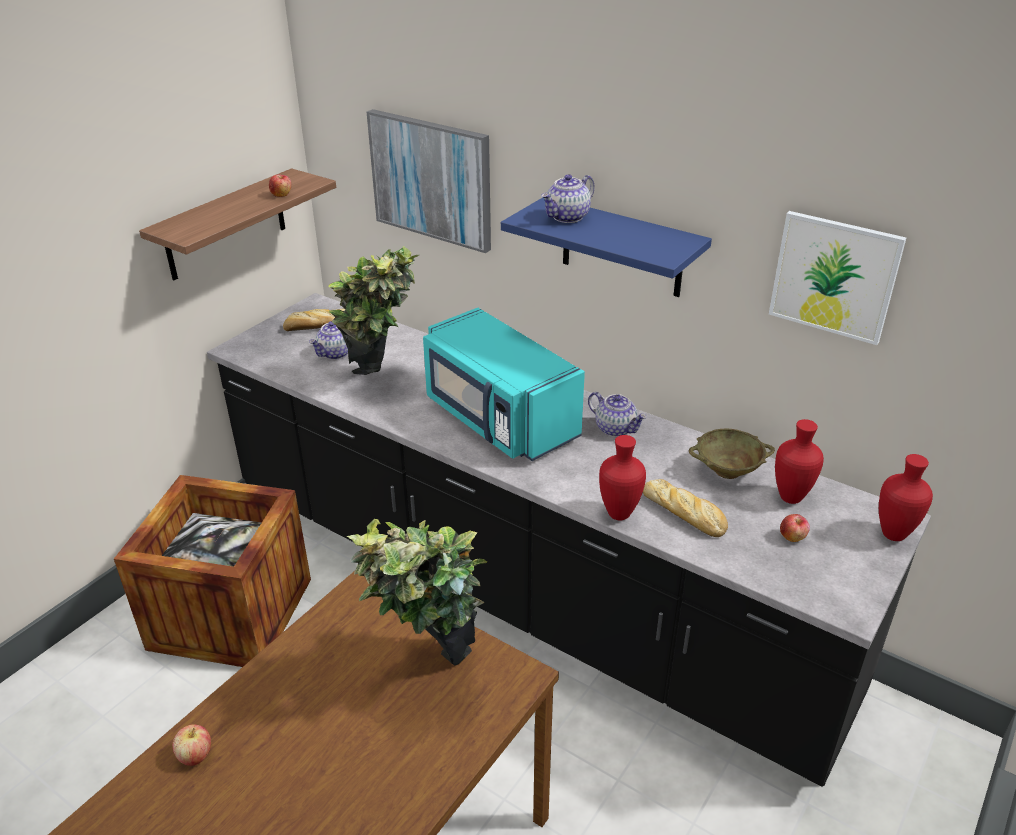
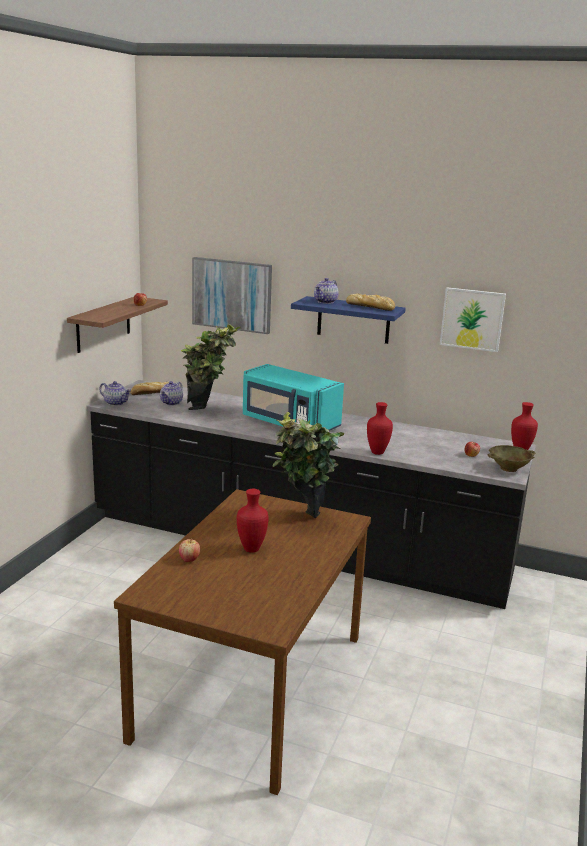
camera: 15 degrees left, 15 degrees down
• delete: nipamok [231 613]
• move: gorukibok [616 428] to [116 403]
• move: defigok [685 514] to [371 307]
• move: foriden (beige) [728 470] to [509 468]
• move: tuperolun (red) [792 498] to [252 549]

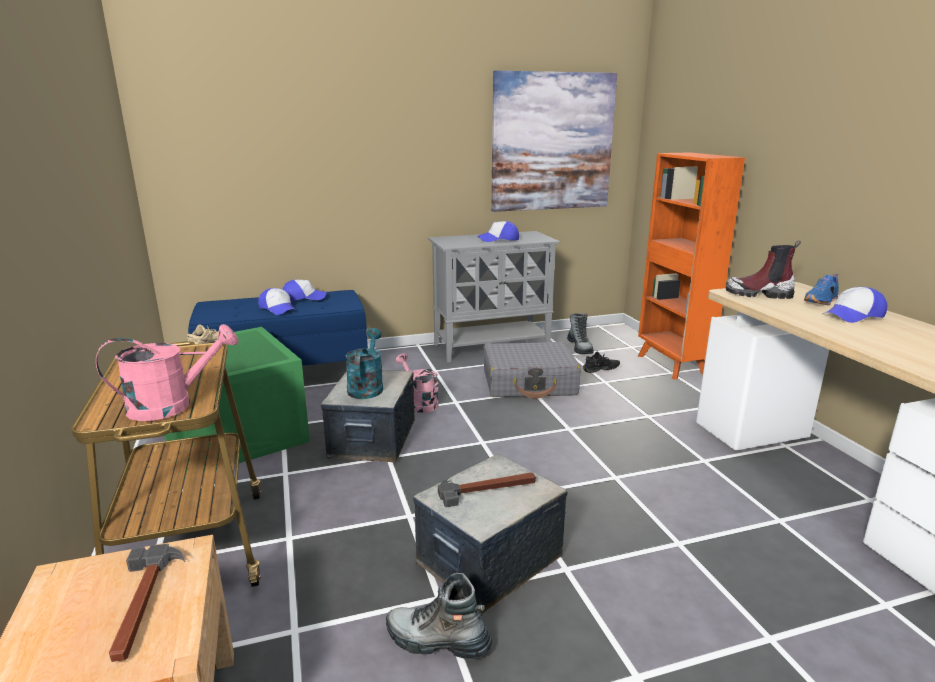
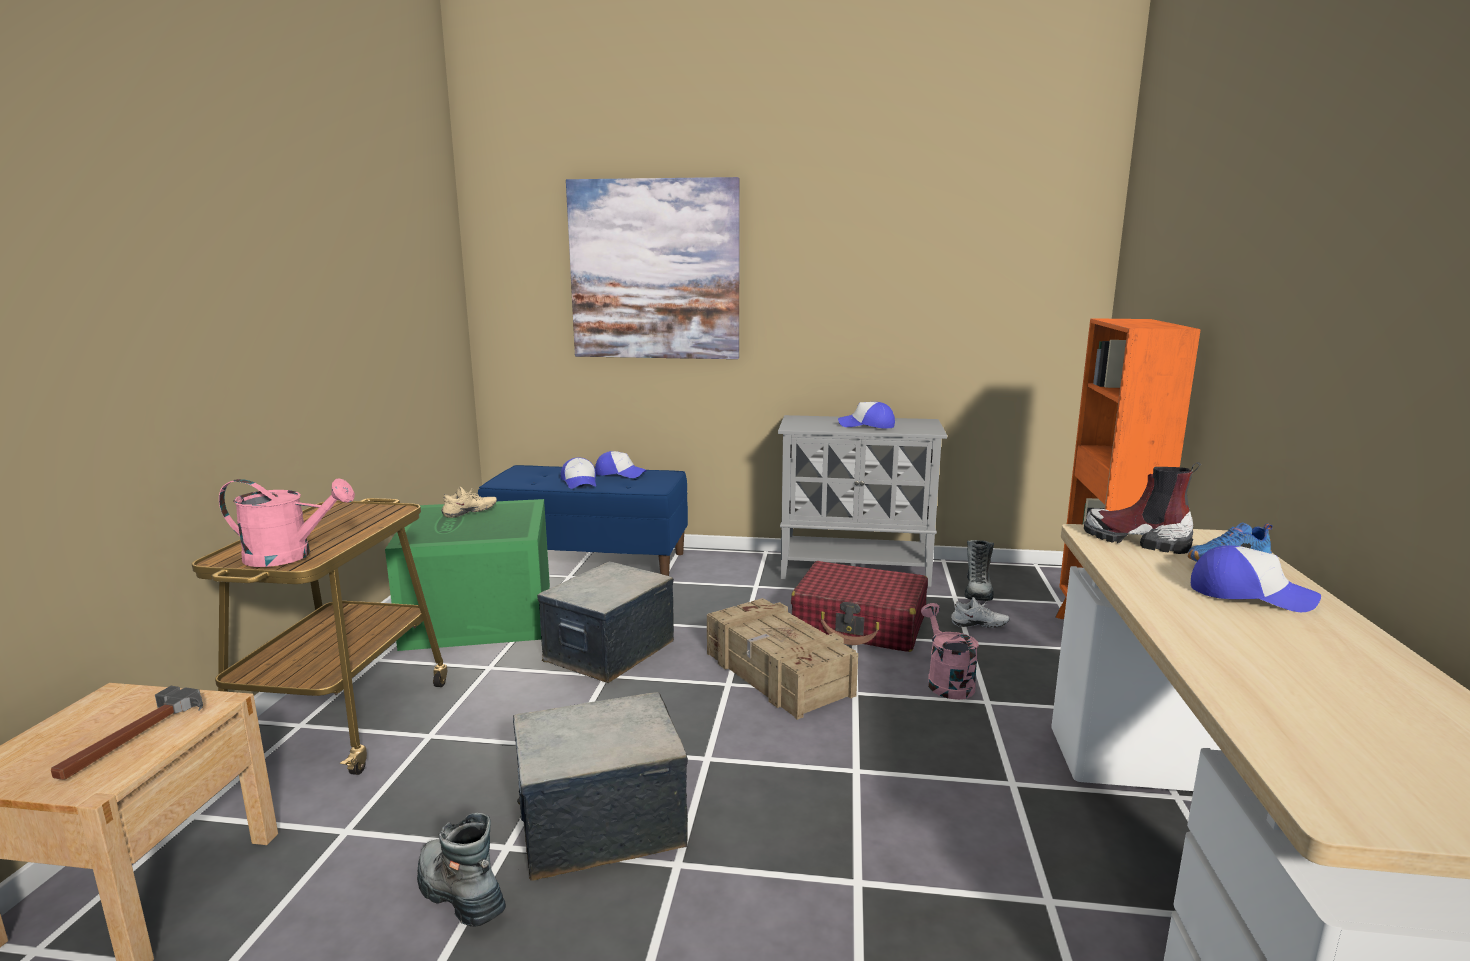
camera: 25 degrees right, 5 degrees down
• delete: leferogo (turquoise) [366 387]
• delete: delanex [487 489]
• insert: nipamok [777 674]
• move: leferogo (pink) [419 403] to [946 681]
• move: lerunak [552 142] to [654 270]
• recolor: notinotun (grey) [529 383] to notinotun (red) [860 624]
• recolor: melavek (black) [601 370] to melavek (white) [979 626]
• rotate: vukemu [853 315] = [1249 594] 150 degrees counterclockwise

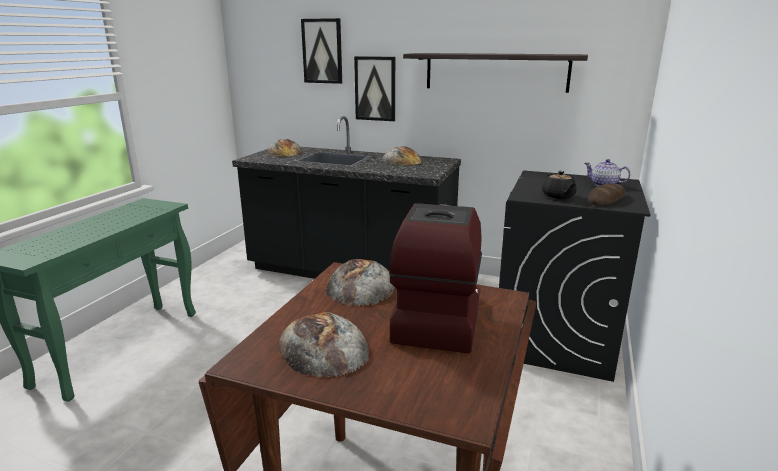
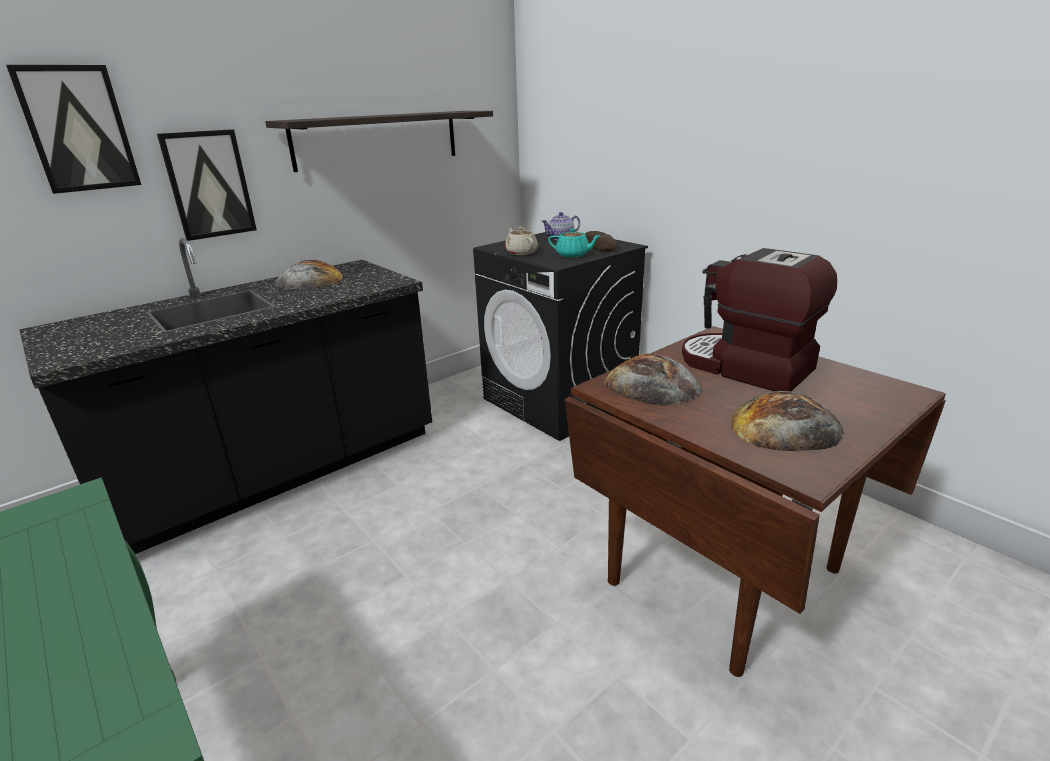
camera: 60 degrees left, 5 degrees up
• delete: defigok [284 152]
• insert: gorukibok (beige) [521 252]
• recolor: gorukibok (black) [558 196] to gorukibok (turquoise) [573 255]

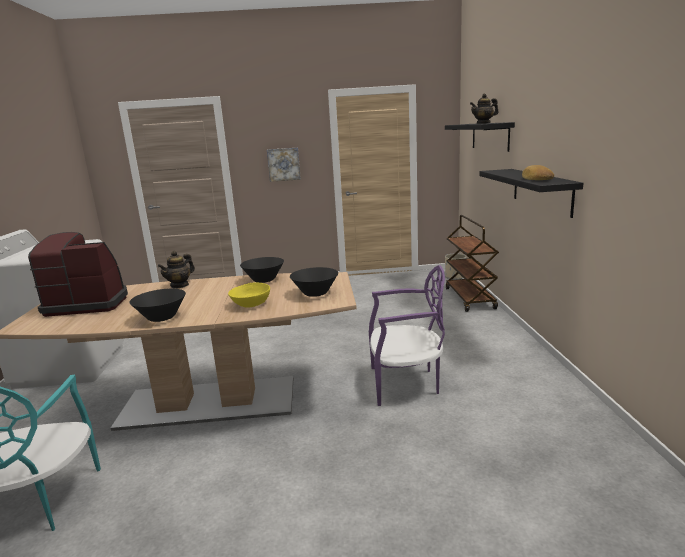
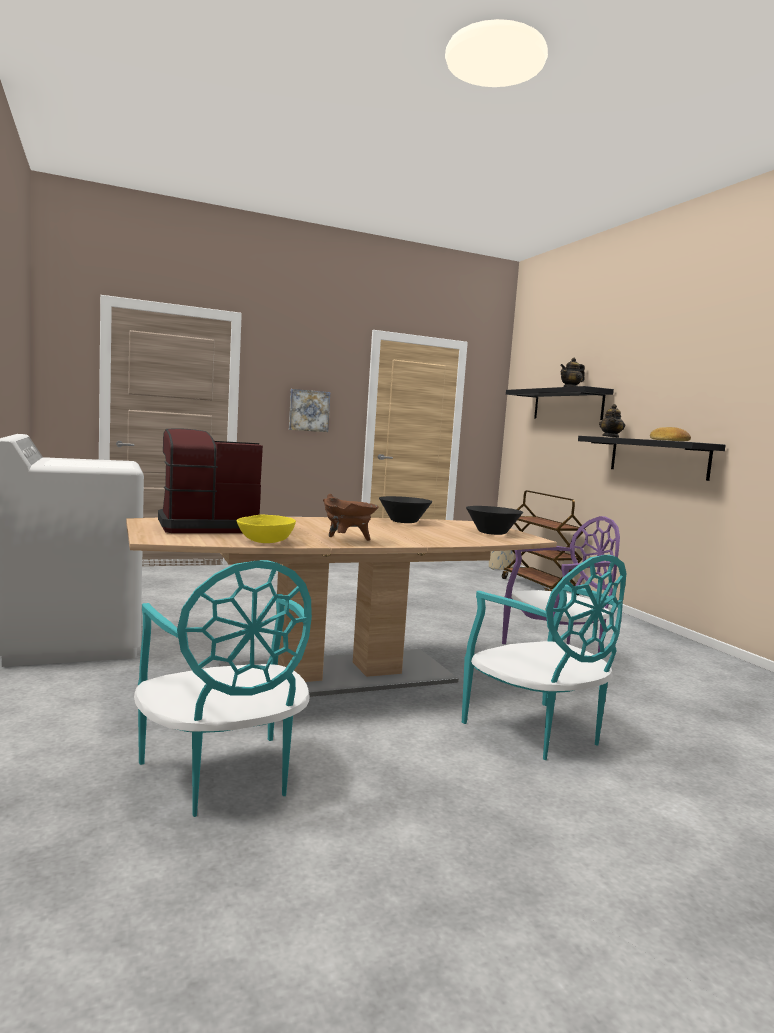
camera: 20 degrees left, 10 degrees down
• insert: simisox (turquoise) [537 732]
• move: gorukibok [180 285] to [611 437]
• move: foriden (yellow) [251 304] to [265 541]
• replace: foriden (black) [161 317] to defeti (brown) [347 540]

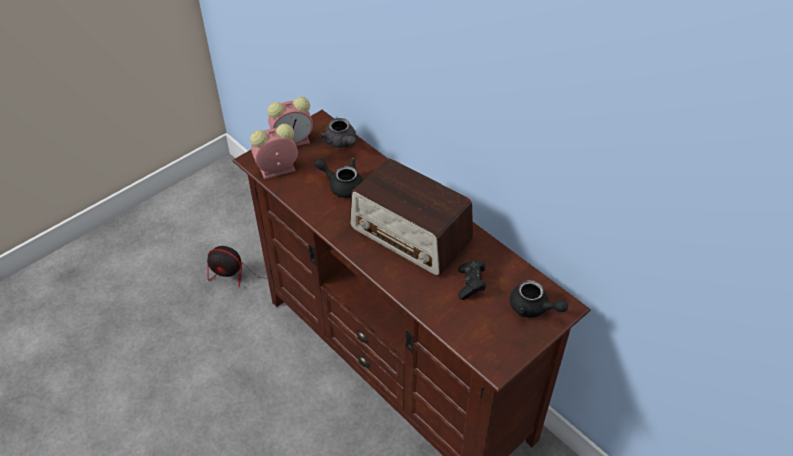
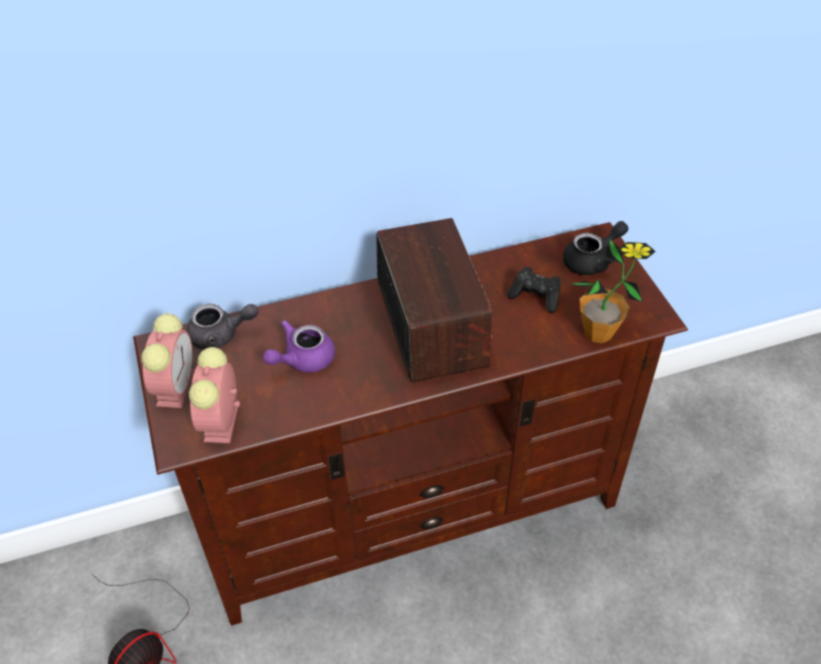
camera: 65 degrees left, 0 degrees up
• insert: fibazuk [598 332]
• recolor: gorukibok (black) [342 185] to gorukibok (purple) [302 359]
• rotate: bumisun [411 234] = [431 321] 75 degrees counterclockwise

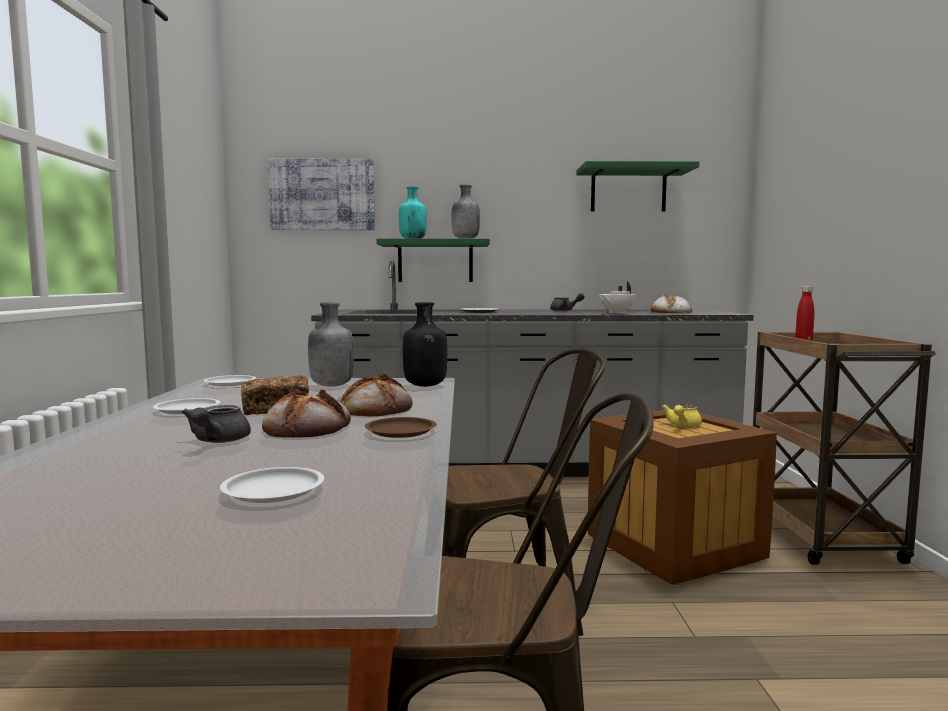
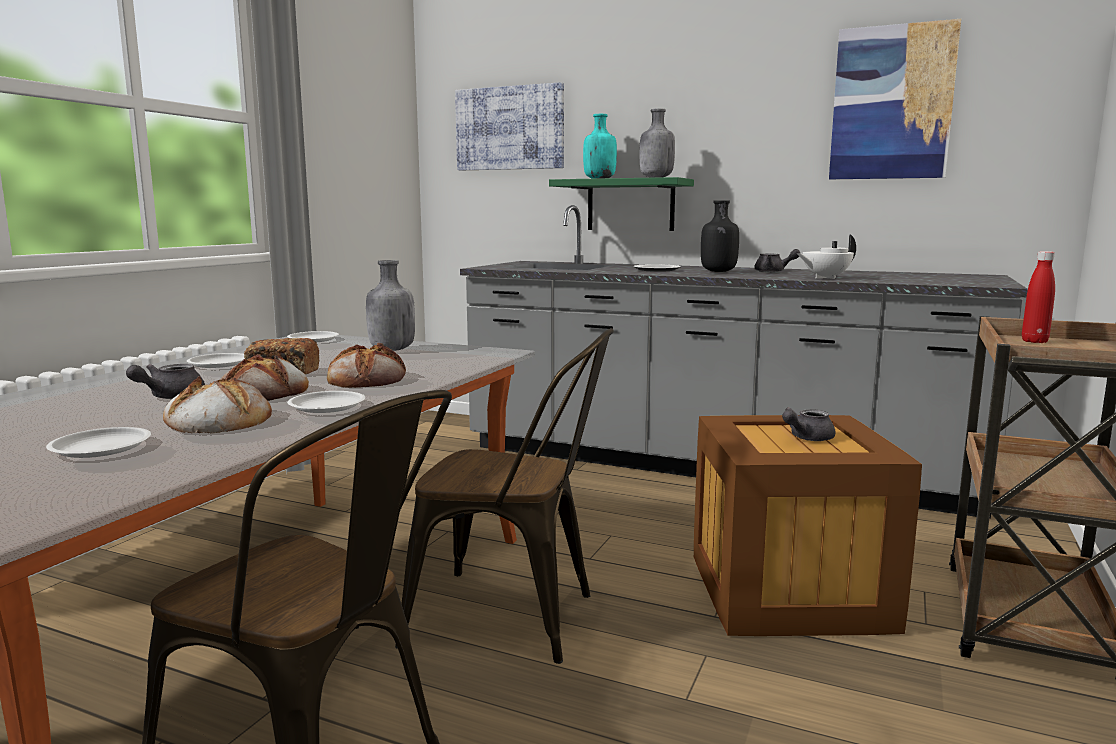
camera: 25 degrees right, 5 degrees up
• move: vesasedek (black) [425 386] to [718 272]
• move: defigok [670 312] to [217 420]
• replace: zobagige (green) [628 190] to lerunak [892 103]
• recolor: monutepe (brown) [400 432] to monutepe (white) [326 406]
• recolor: gorukibok (yellow) [682 426] to gorukibok (grey) [806 438]

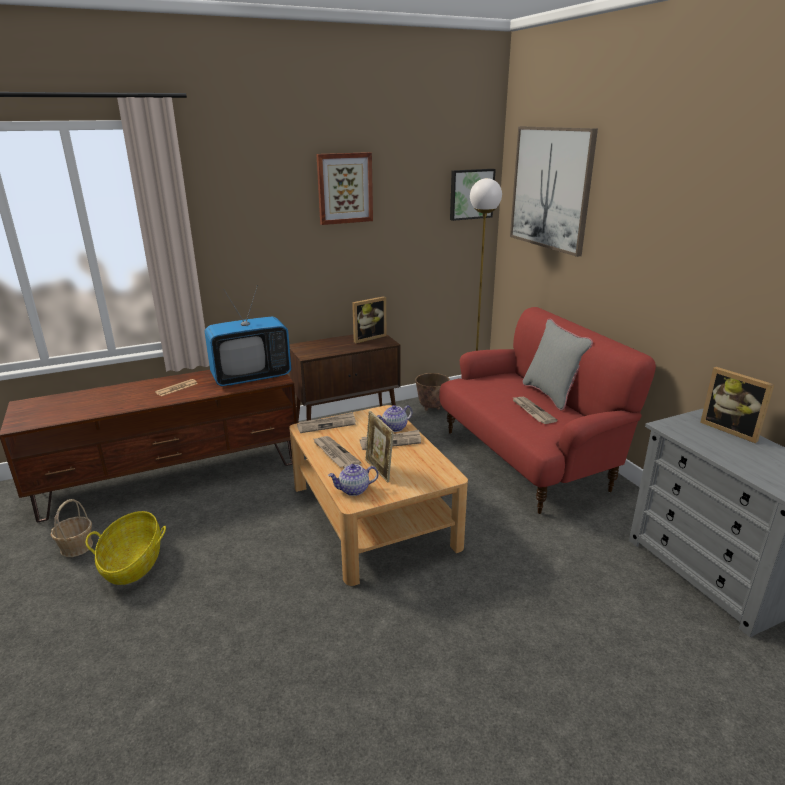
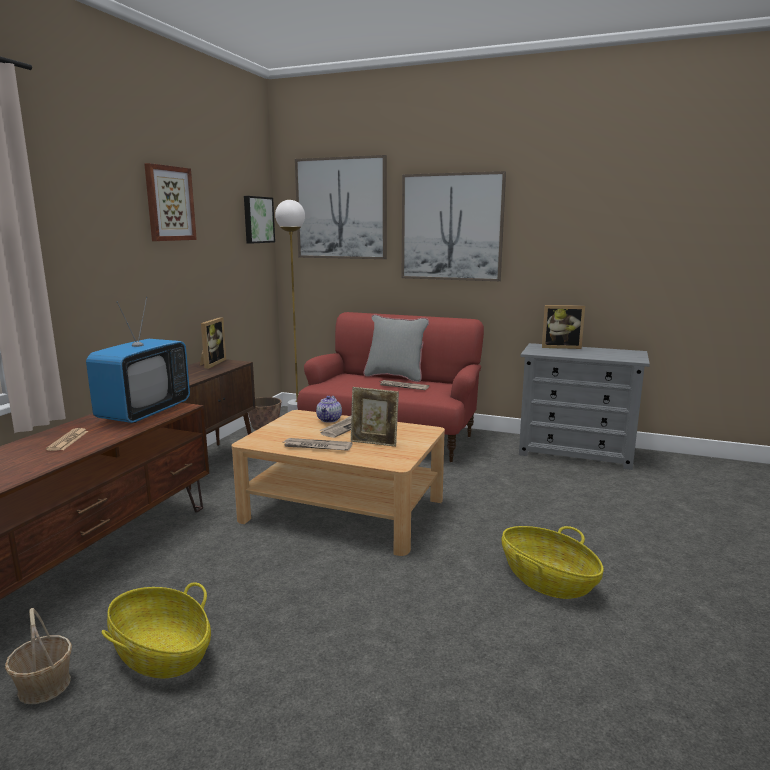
camera: 45 degrees left, 10 degrees down
• delete: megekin [327 424]
• delete: gorukibok [353 490]
• insert: lerunak [451 227]
• insert: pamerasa [547 580]

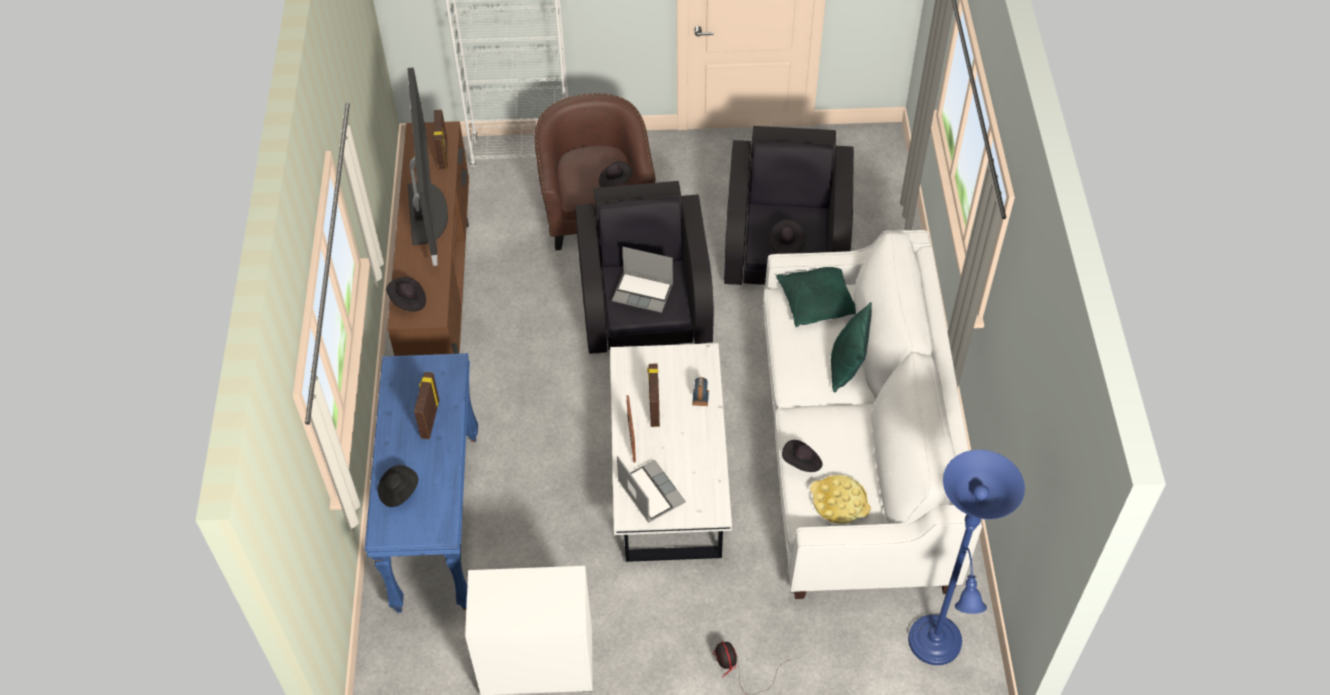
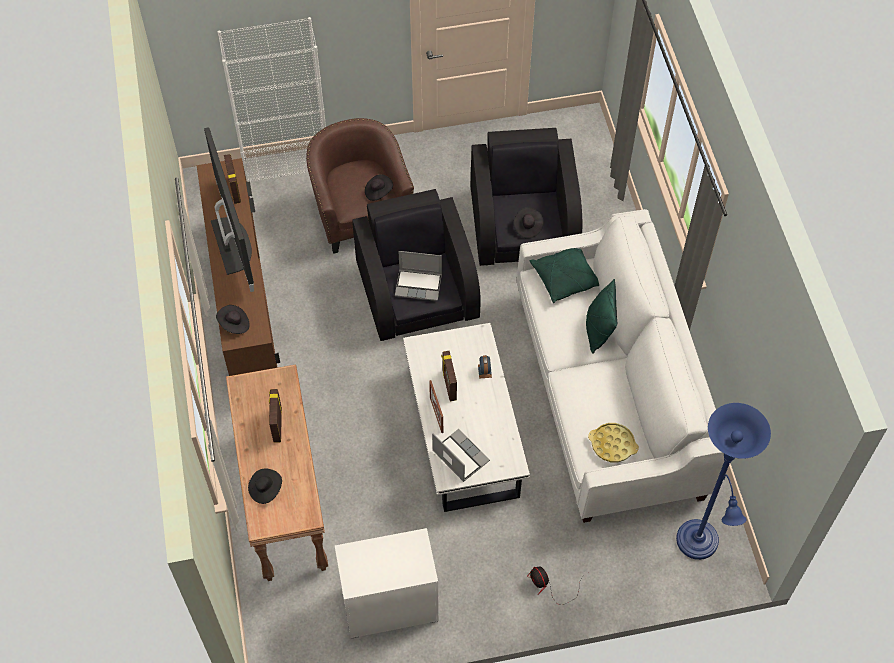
camera: 10 degrees left, 5 degrees up
• delete: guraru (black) [802 463]
• recolor: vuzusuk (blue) [436 521] to vuzusuk (brown) [284 500]

